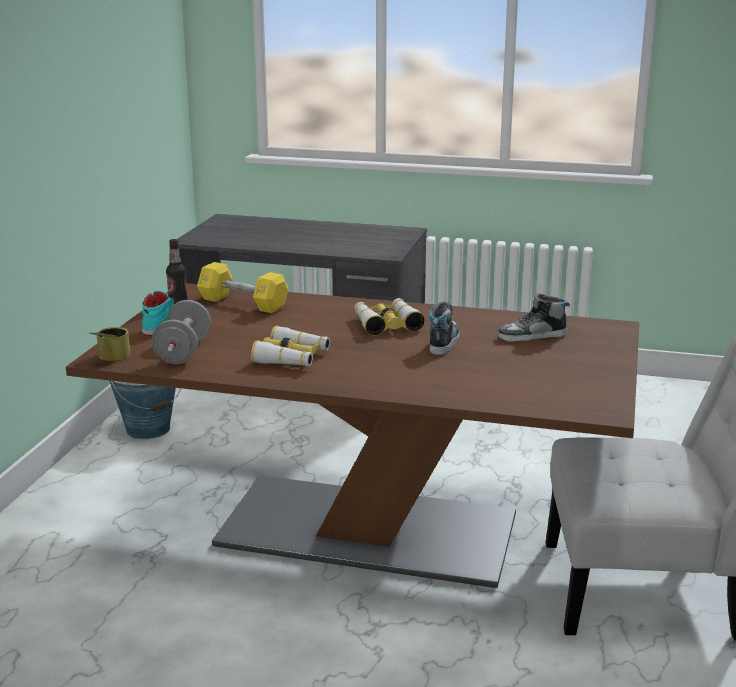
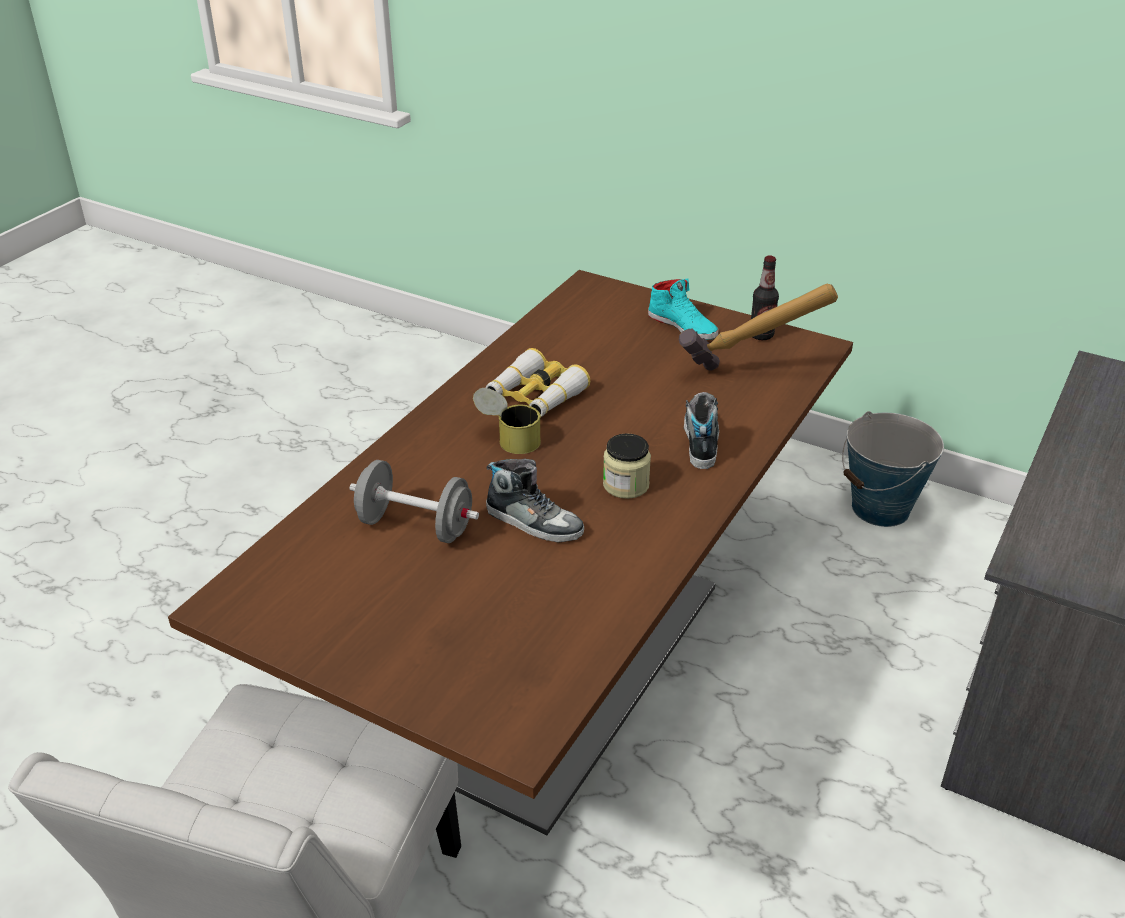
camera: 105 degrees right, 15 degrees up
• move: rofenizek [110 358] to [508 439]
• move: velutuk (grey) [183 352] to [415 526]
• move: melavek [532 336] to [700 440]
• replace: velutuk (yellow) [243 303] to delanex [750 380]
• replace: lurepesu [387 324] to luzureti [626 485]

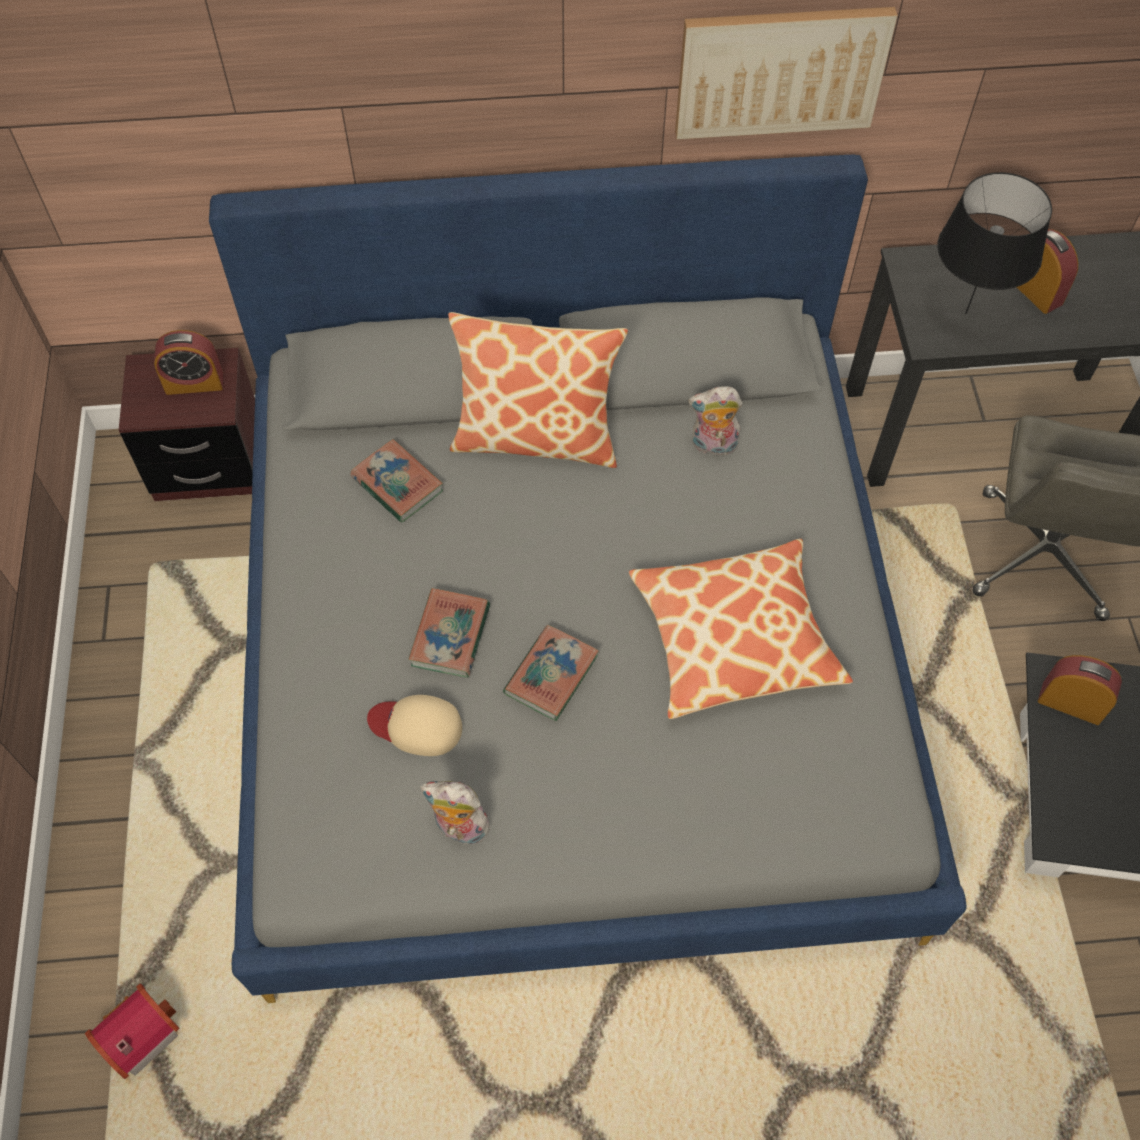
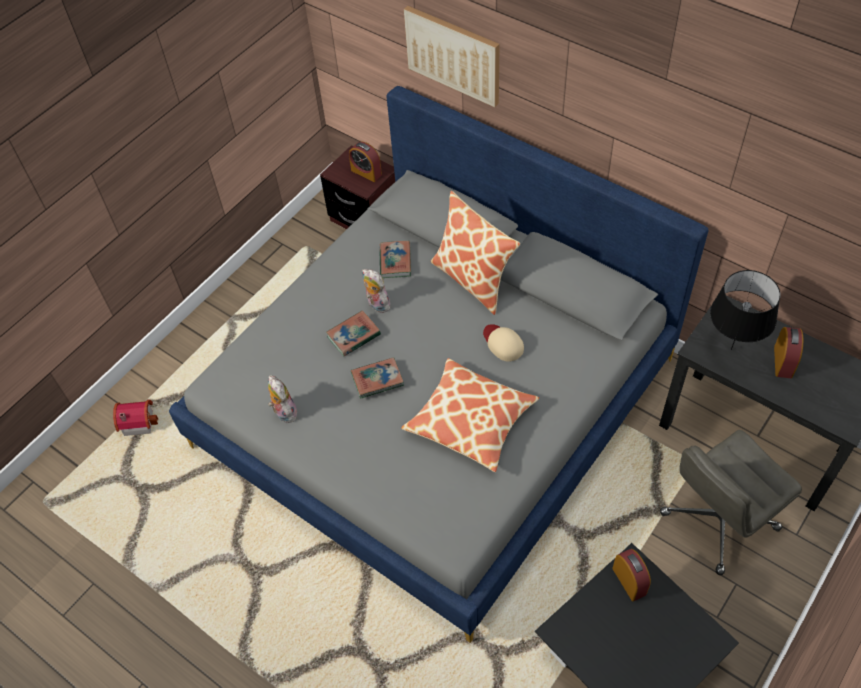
camera: 45 degrees right, 5 degrees down
• move: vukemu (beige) [416 726] to [502 343]
• move: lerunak [780 71] to [453 55]
• move: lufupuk [712 446] to [376 304]

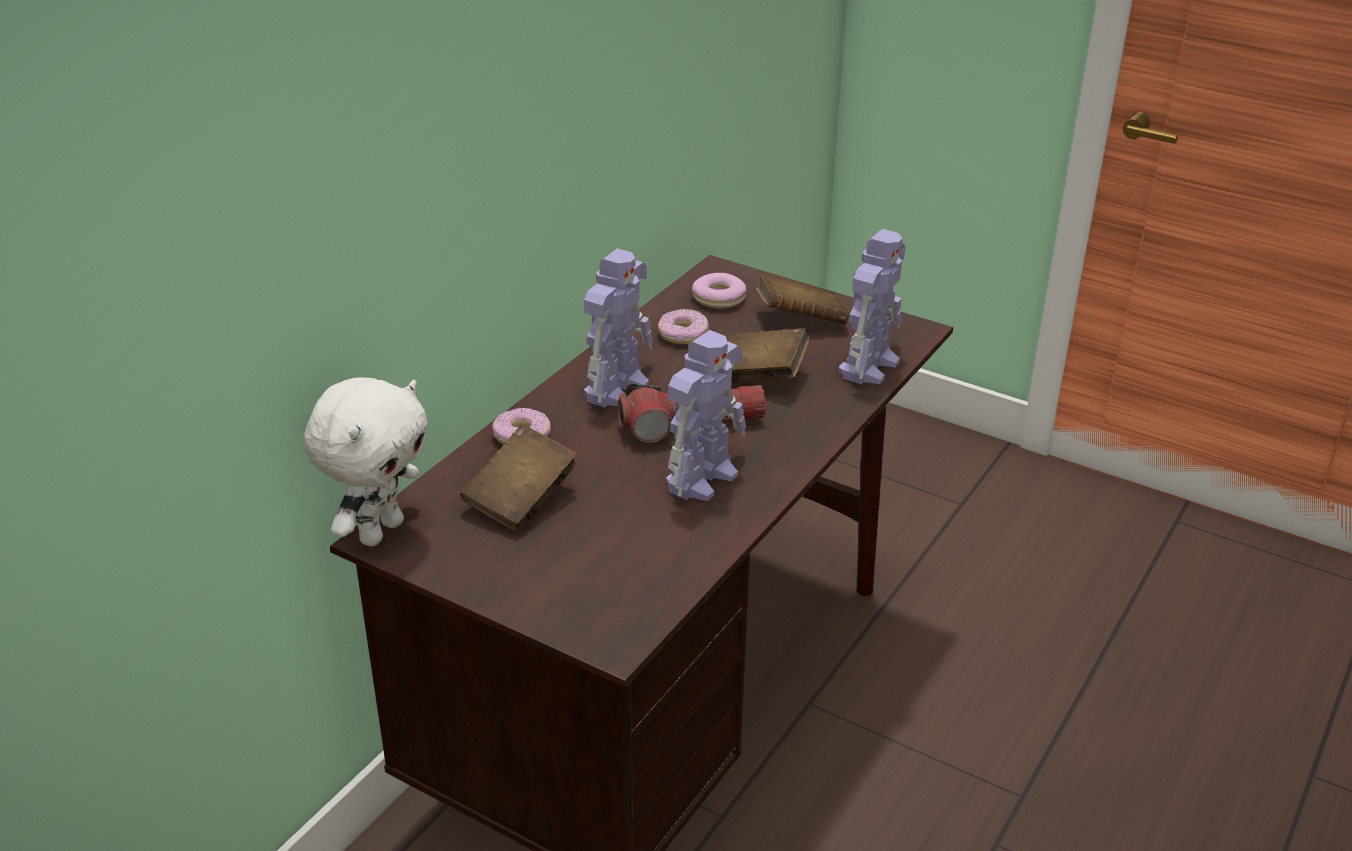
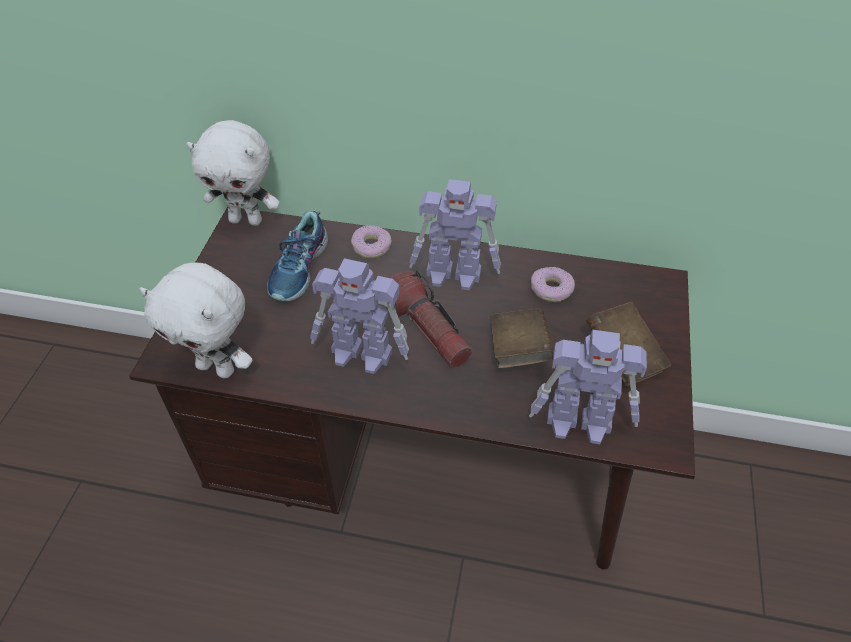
camera: 70 degrees right, 15 degrees up
• delete: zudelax [719 298]
• insert: lufupuk (white) [218 367]
• replace: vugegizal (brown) [521 499] to melavek [300 269]

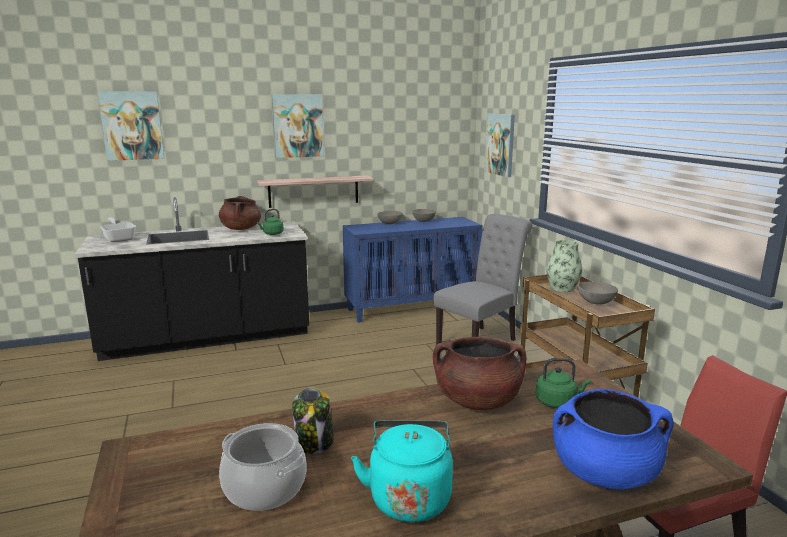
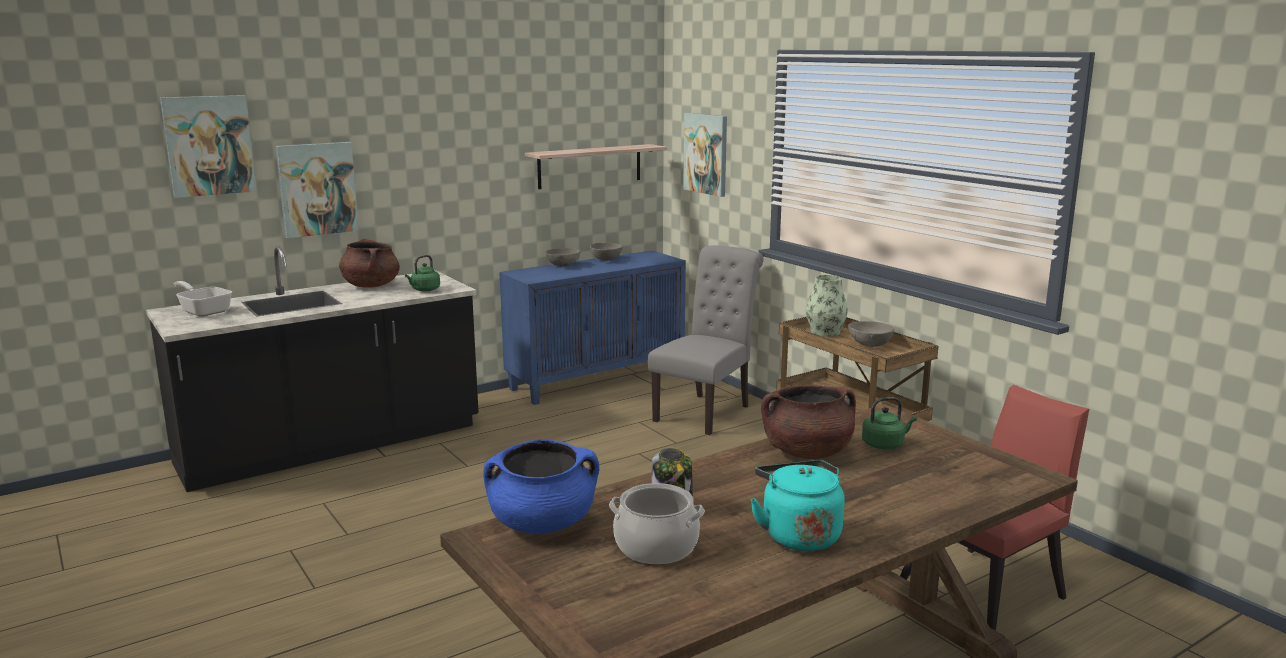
camera: 15 degrees left, 0 degrees up
• move: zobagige [314 191] to [590 166]
• move: lerunak [298 126] to [317 189]
• move: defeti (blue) [605 473] to [543 523]

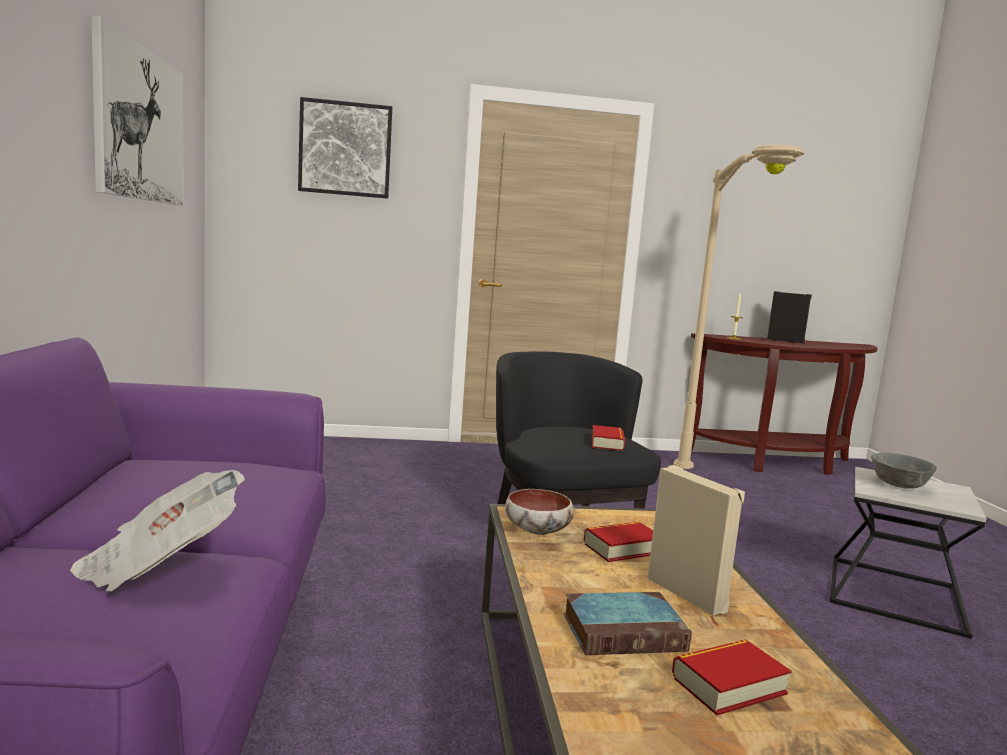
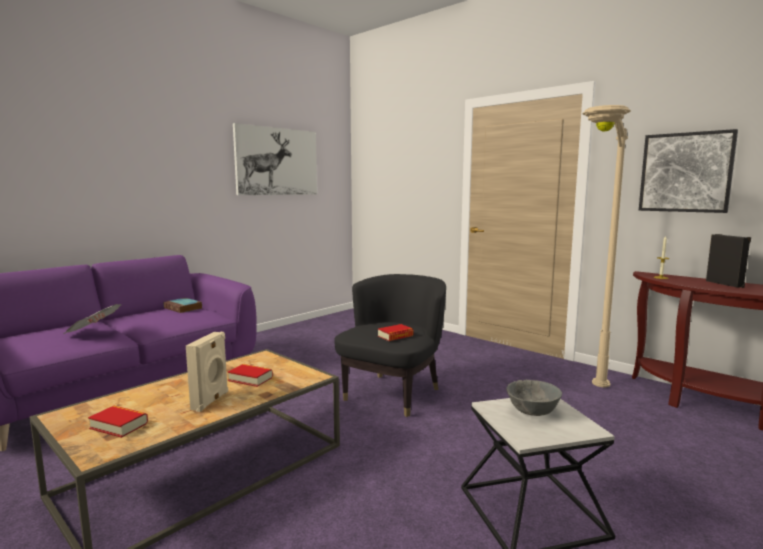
camera: 50 degrees right, 0 degrees up
• delete: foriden [538 531]
• move: lerunak [345 149] to [685 172]
• move: vugegizal [625 631] to [183 308]

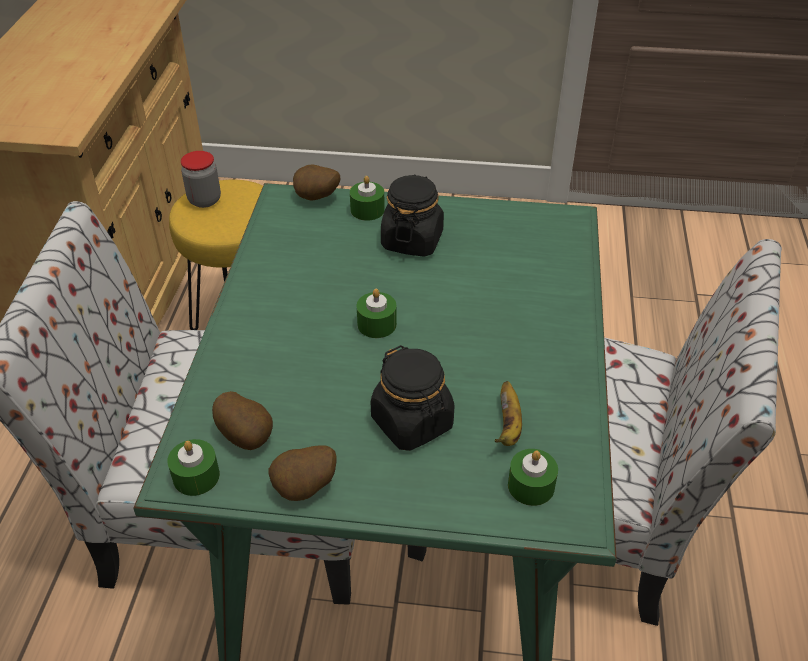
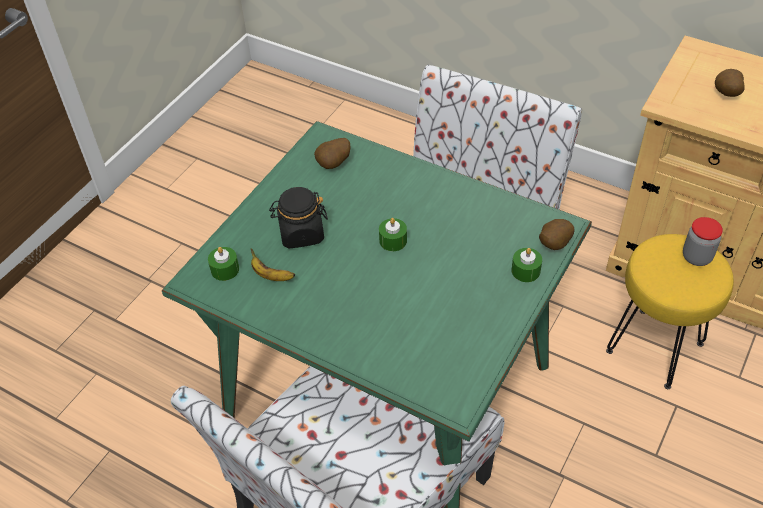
camera: 115 degrees right, 5 degrees up
• delete: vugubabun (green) [196 476]
• delete: luzureti (black) [412 240]
• move: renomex [305 489] to [725 94]

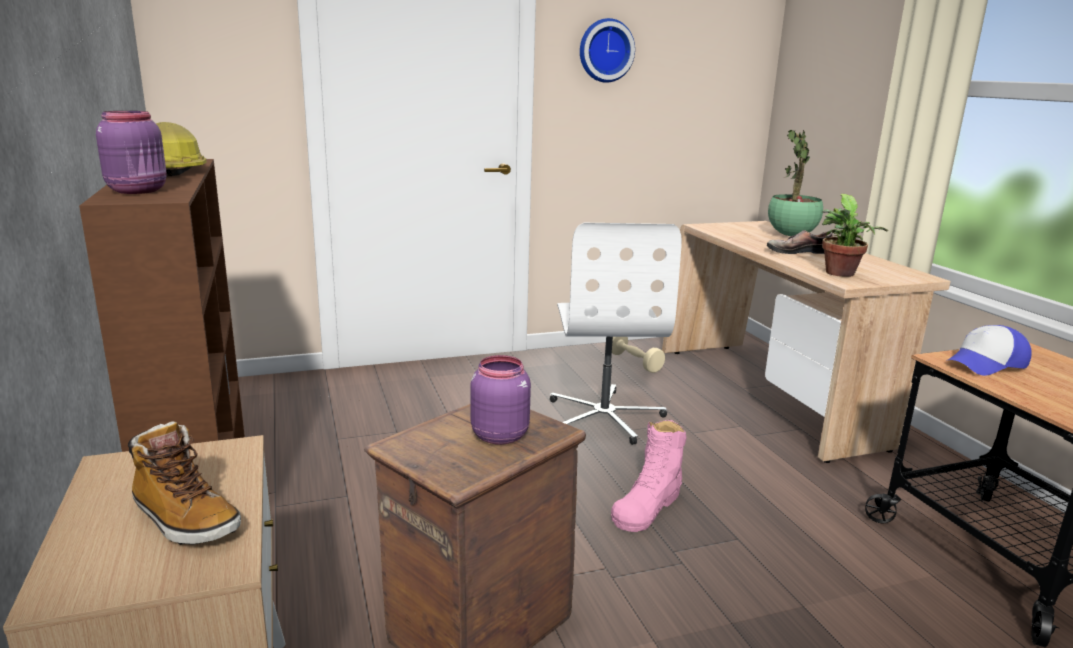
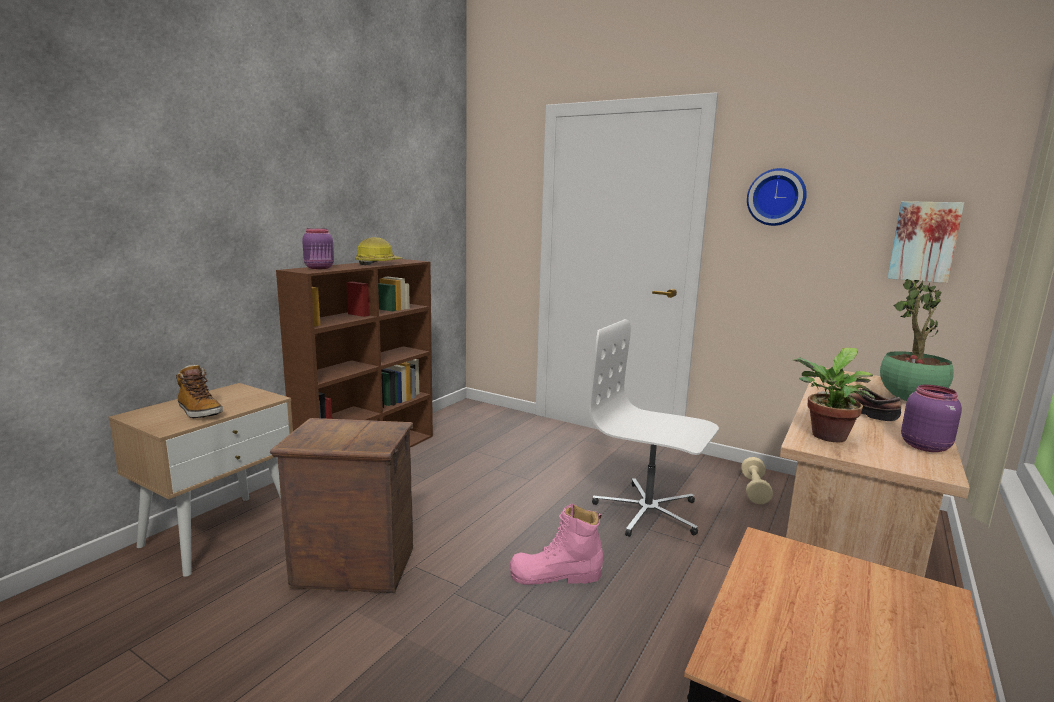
camera: 50 degrees right, 5 degrees down
• delete: vukemu [986 364]
• insert: lerunak [923 241]
• move: luzureti (purple) [499 435] to [924 446]
• rotate: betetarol [185 520] = [199 412] 45 degrees counterclockwise
• rotate: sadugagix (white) [605 416] = [648 512] 75 degrees clockwise

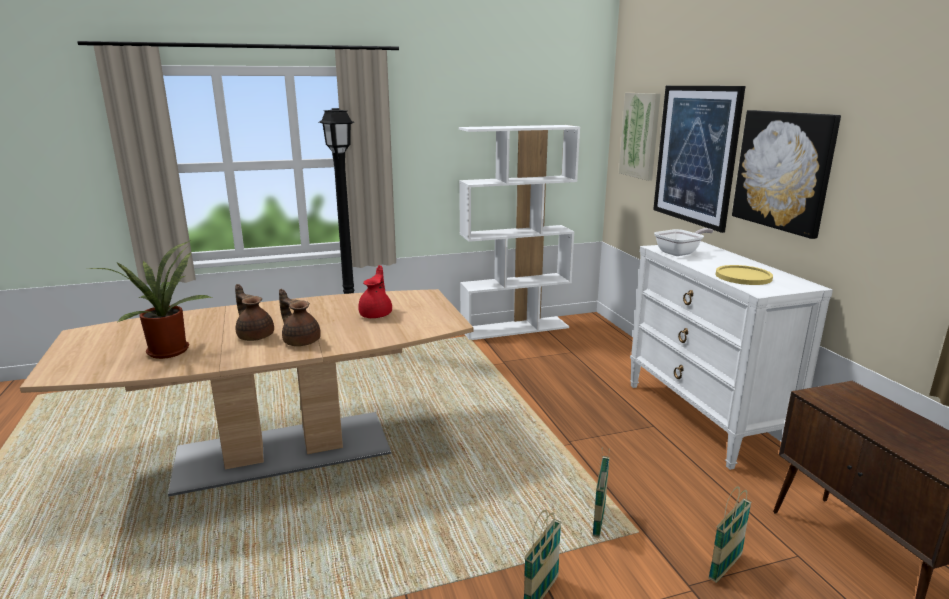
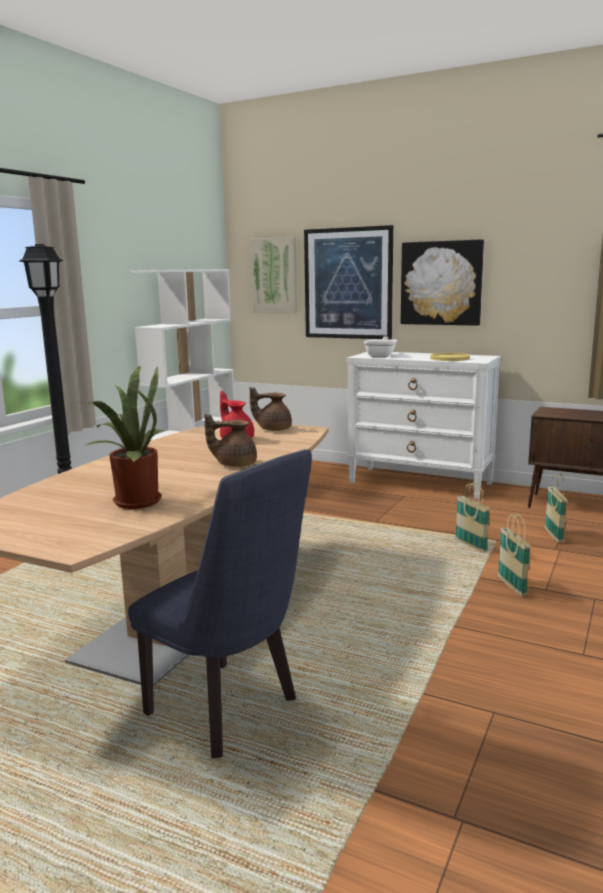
camera: 45 degrees left, 5 degrees down
• insert: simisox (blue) [230 711]
• move: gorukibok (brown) [255 335] to [273 429]

